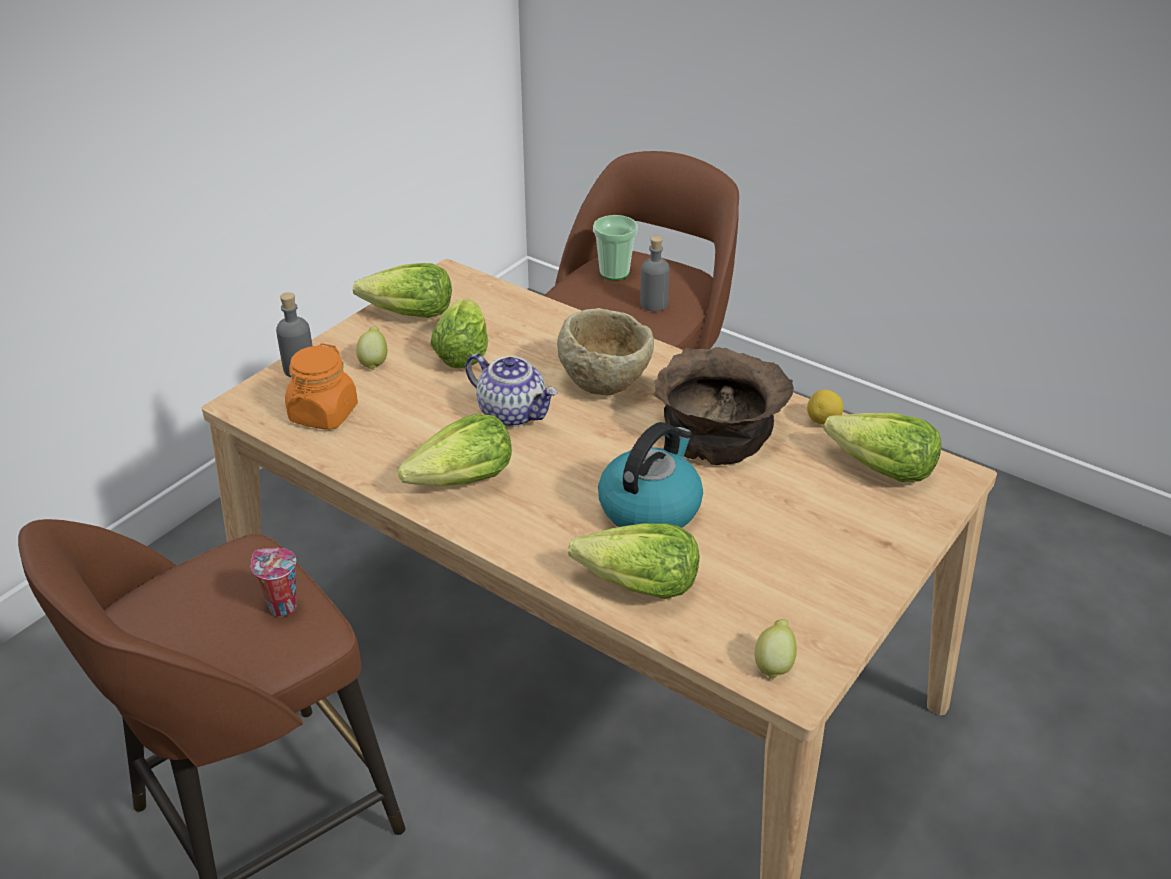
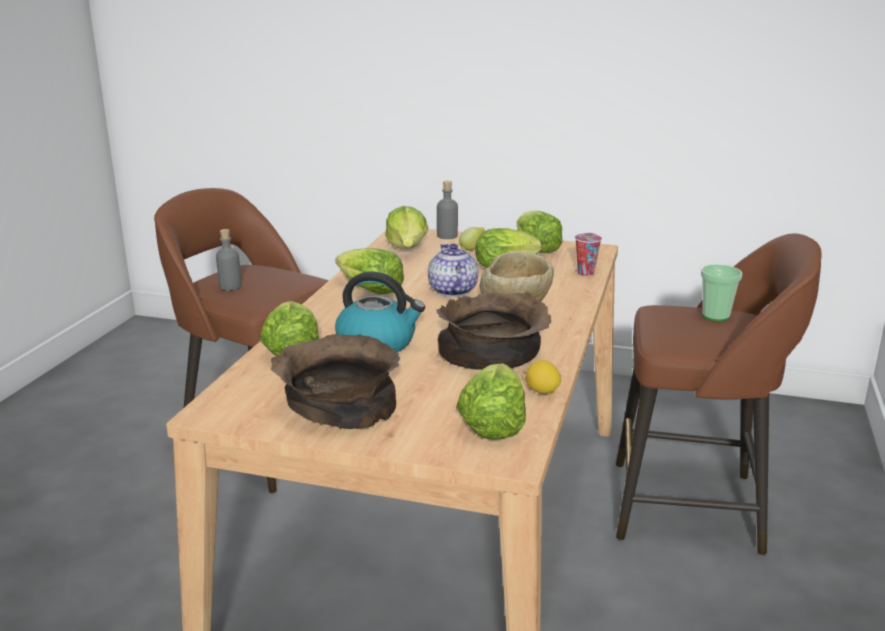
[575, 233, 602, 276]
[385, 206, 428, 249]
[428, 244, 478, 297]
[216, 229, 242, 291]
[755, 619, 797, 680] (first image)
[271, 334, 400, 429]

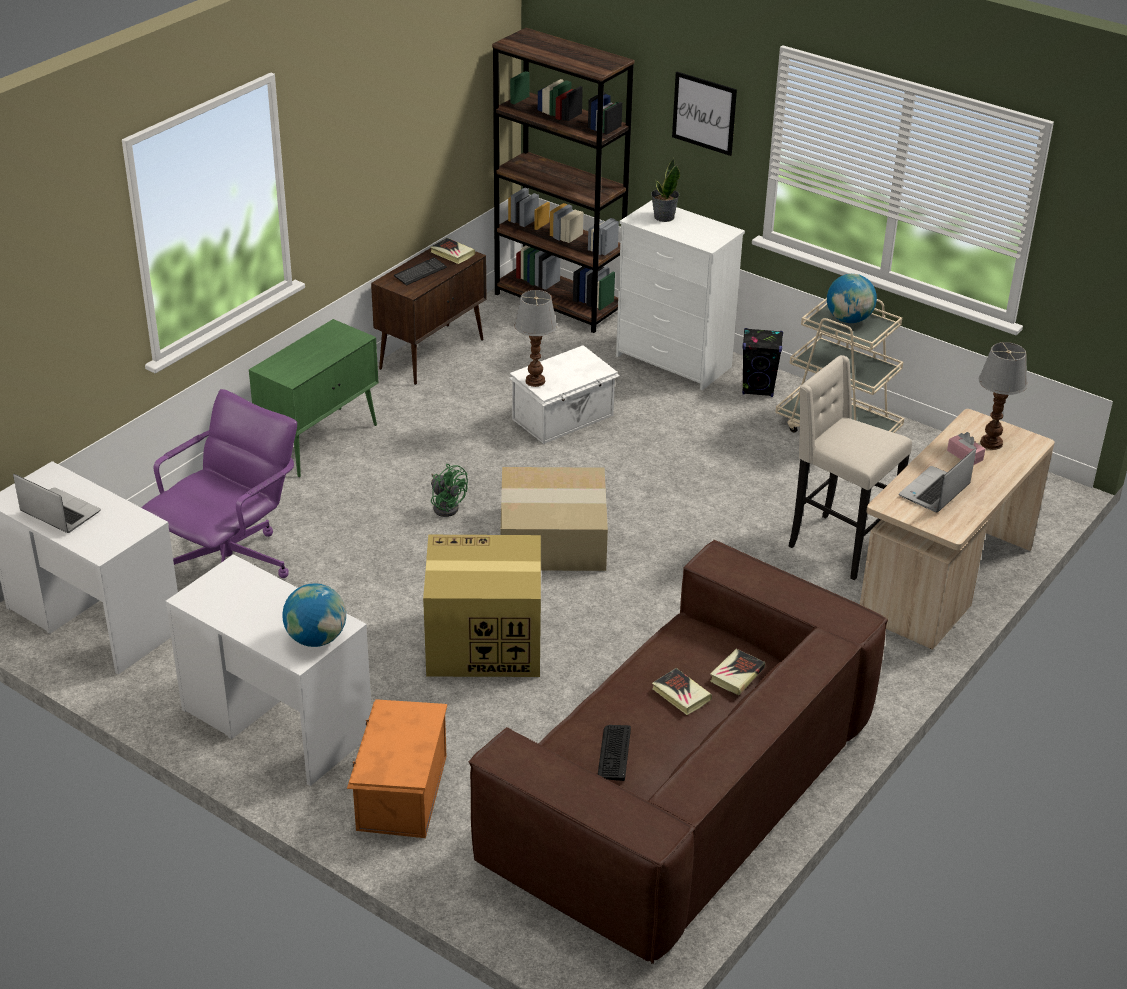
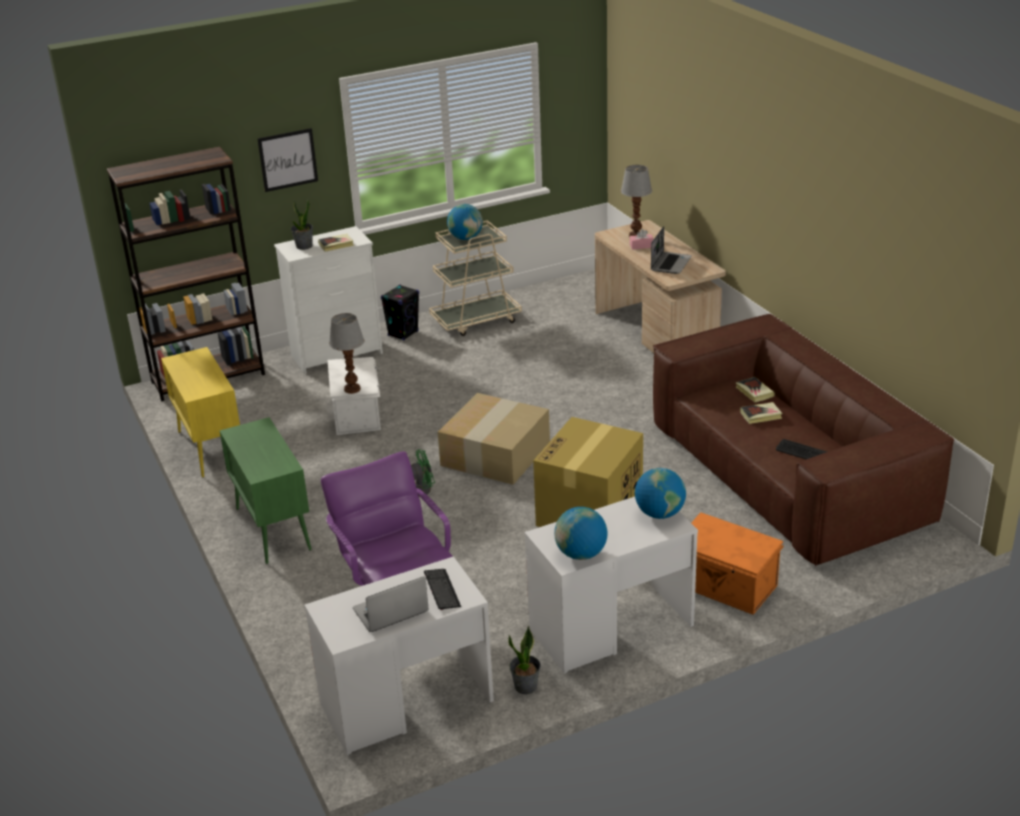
[161, 347, 240, 478]
[424, 569, 461, 610]
[318, 234, 354, 252]
[789, 355, 912, 580] (first image)
[651, 226, 692, 274]
[508, 626, 541, 694]
[554, 507, 607, 560]

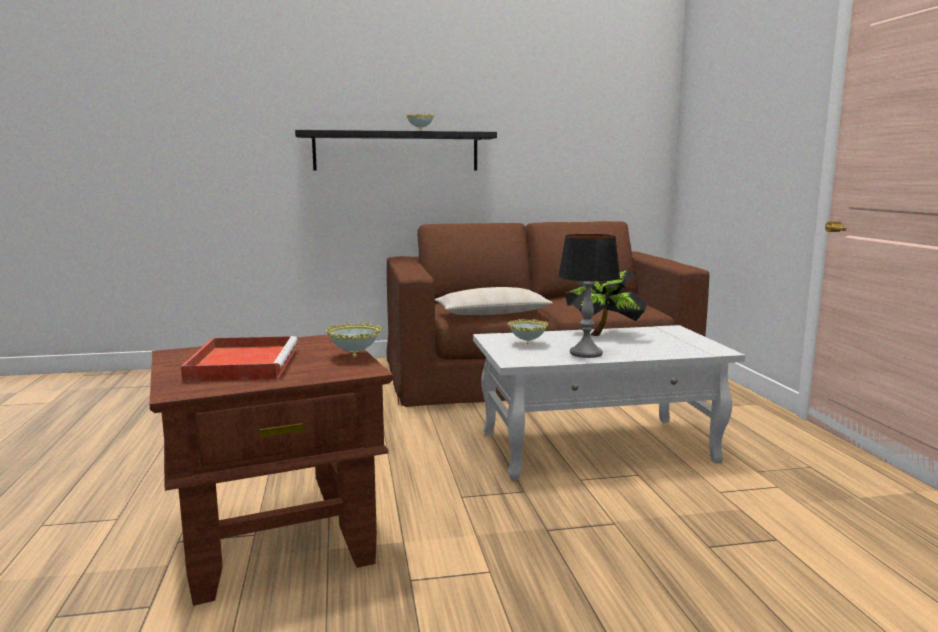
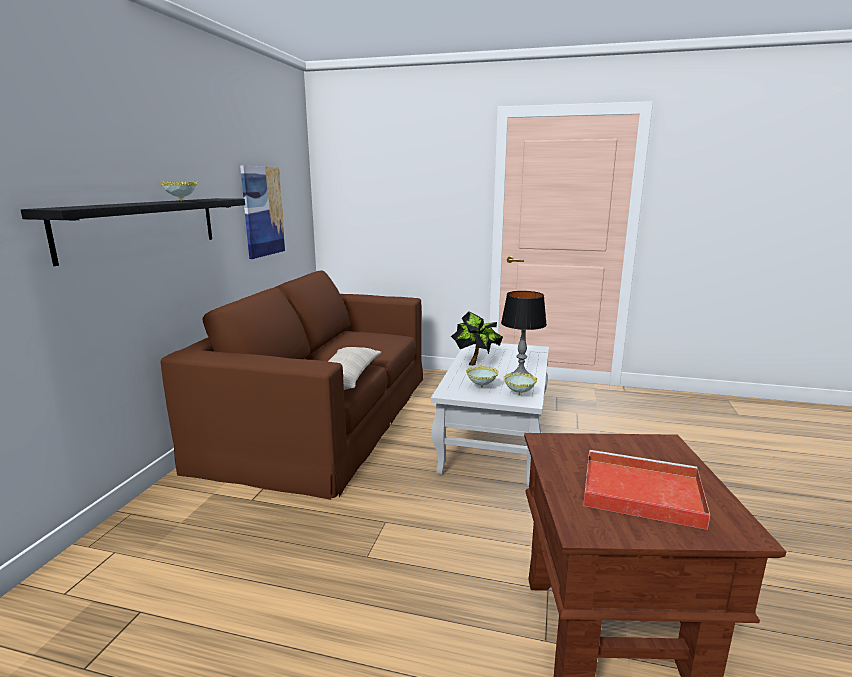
[503, 372, 537, 395]
[240, 166, 286, 259]

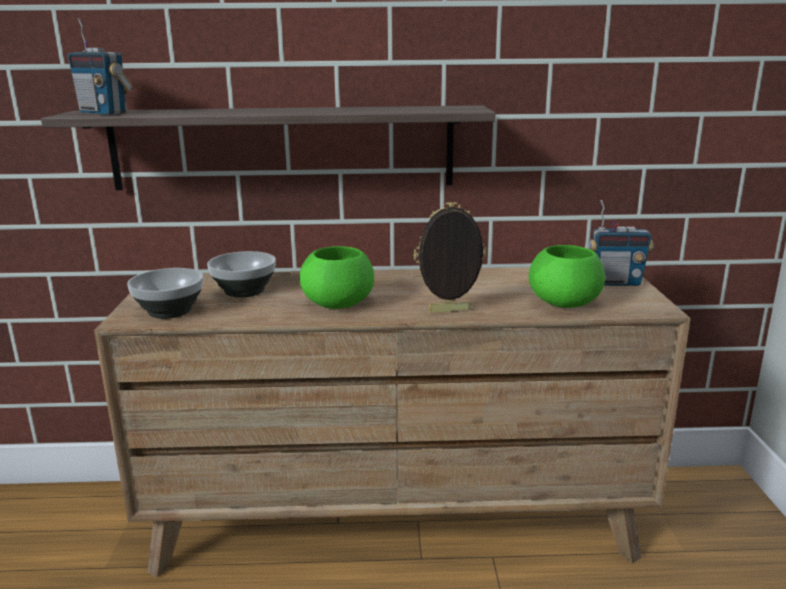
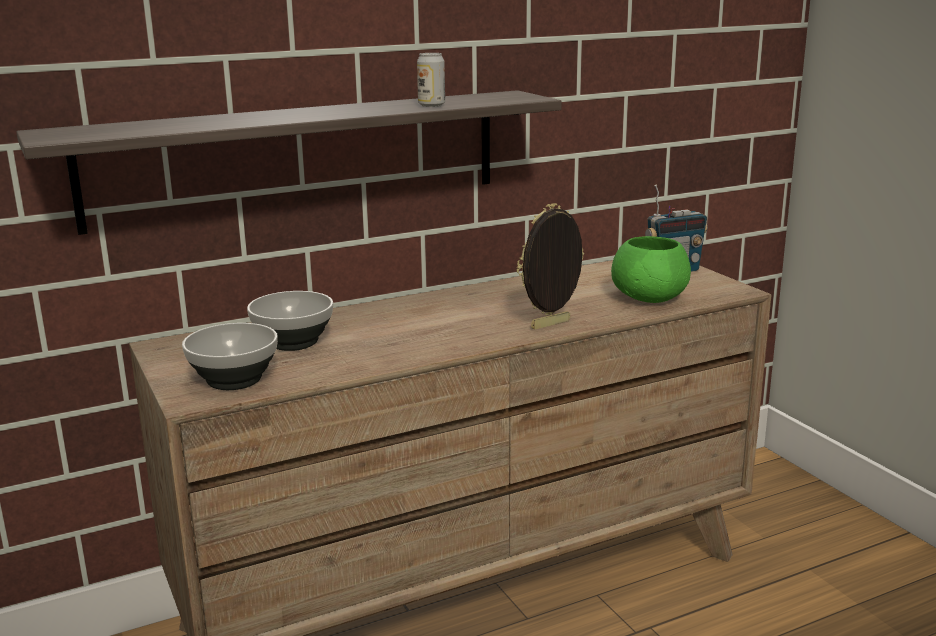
[68, 18, 133, 115] (first image)
[299, 246, 374, 309] (first image)
[417, 53, 445, 107]

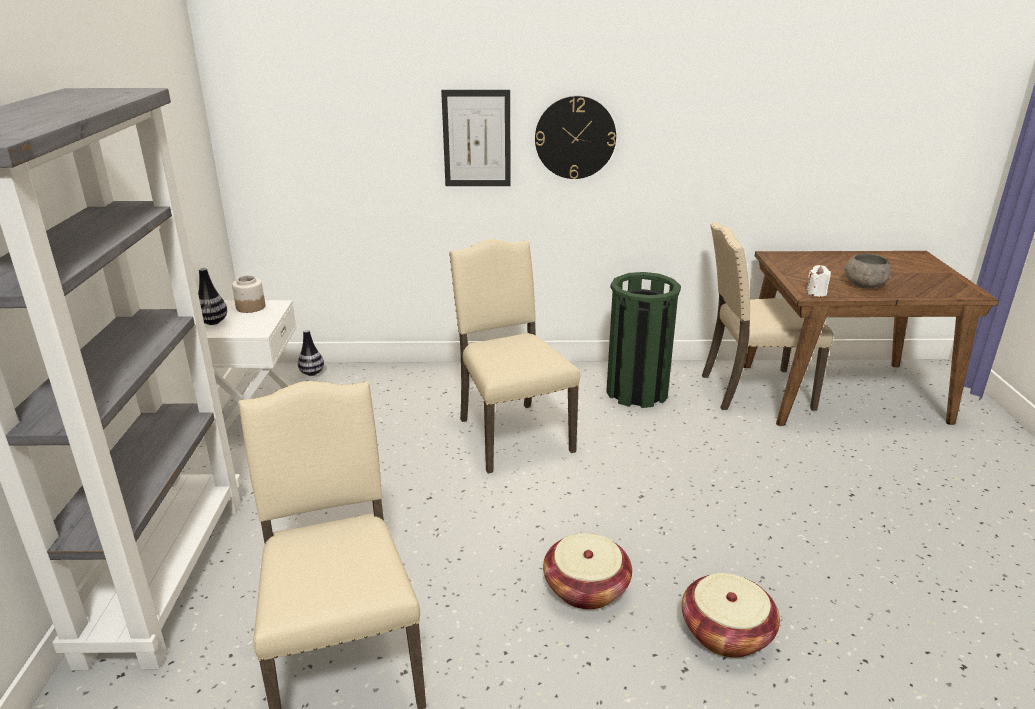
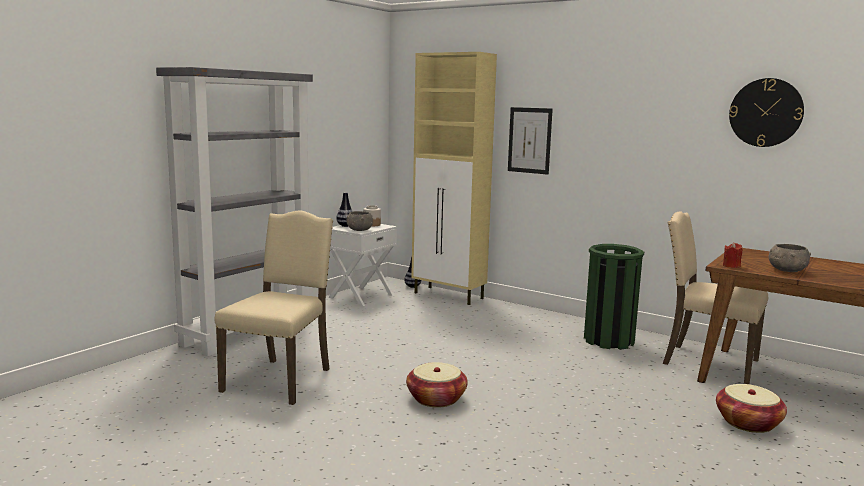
[449, 239, 580, 473] (first image)
[729, 78, 804, 147]
[716, 384, 787, 433]
[723, 242, 743, 268]
[346, 211, 373, 231]
[411, 52, 497, 305]

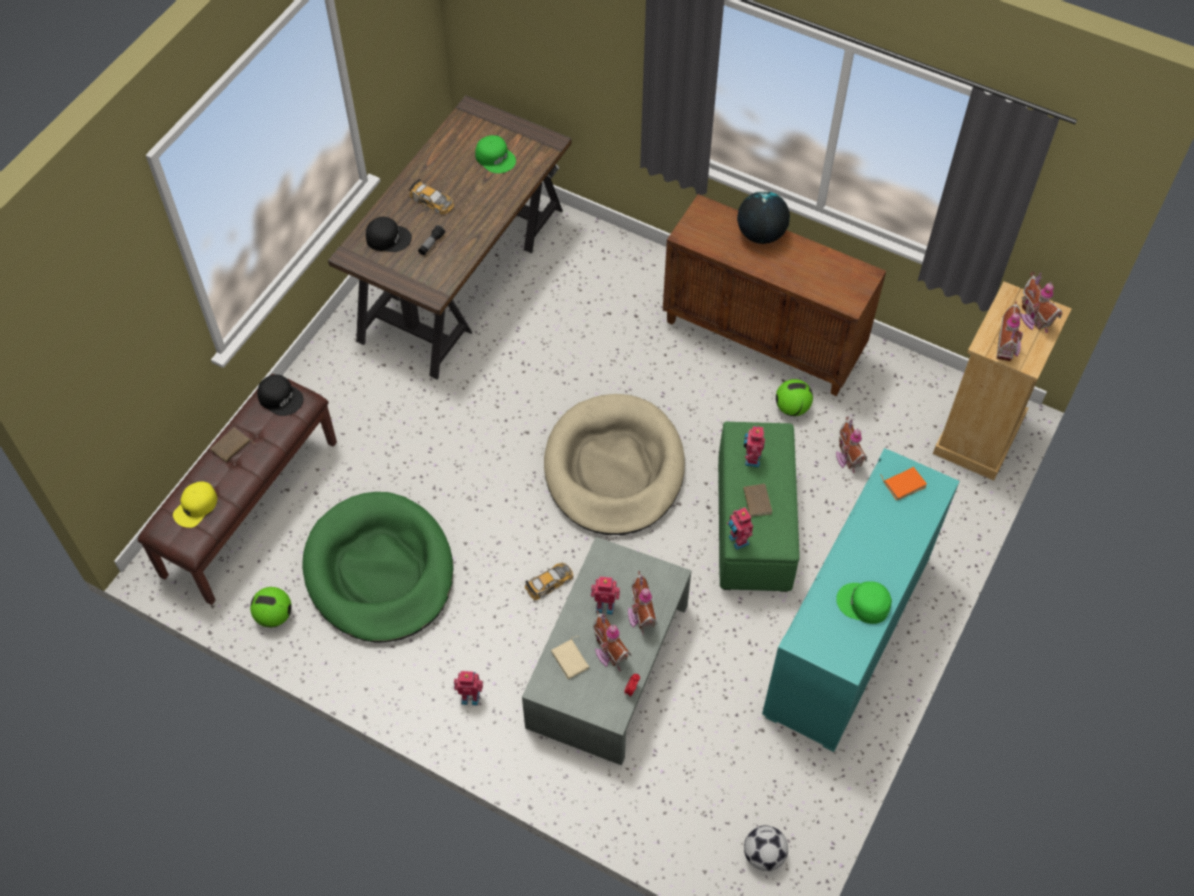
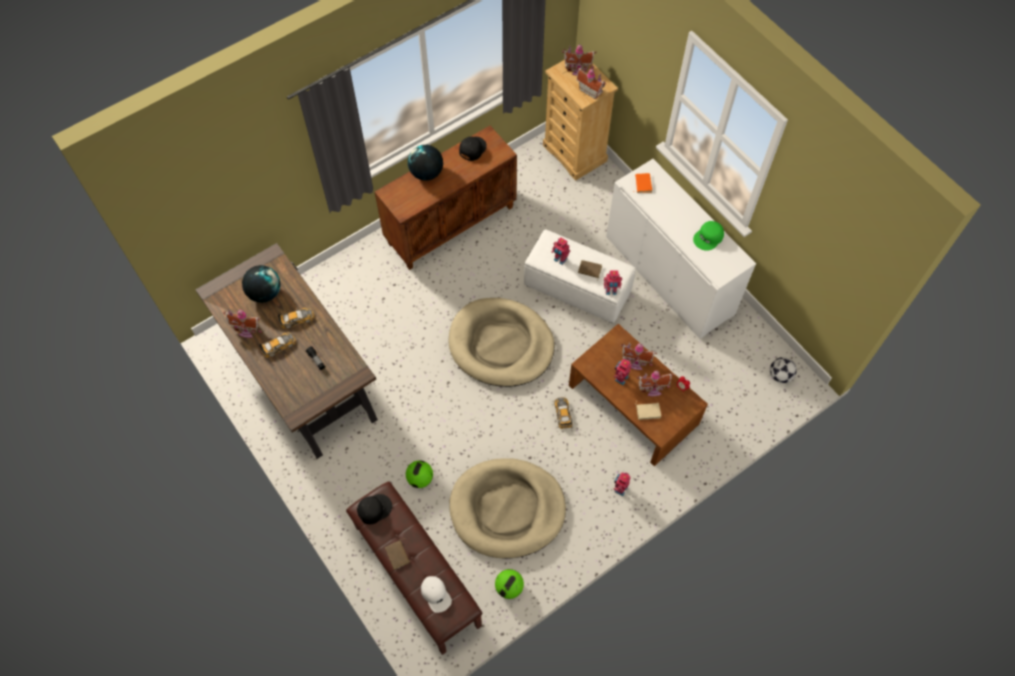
[421, 576, 452, 613]
[449, 458, 566, 559]
[459, 137, 487, 161]
[242, 265, 281, 303]
[569, 324, 708, 466]
[524, 230, 636, 323]
[606, 159, 756, 339]
[406, 461, 433, 488]
[223, 309, 262, 338]
[278, 308, 314, 329]

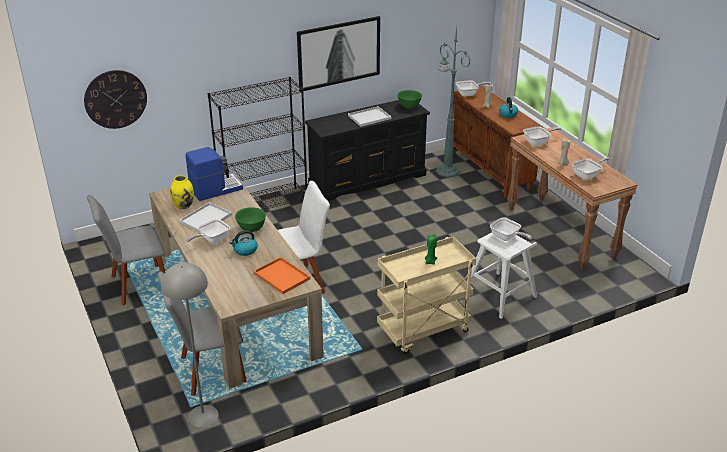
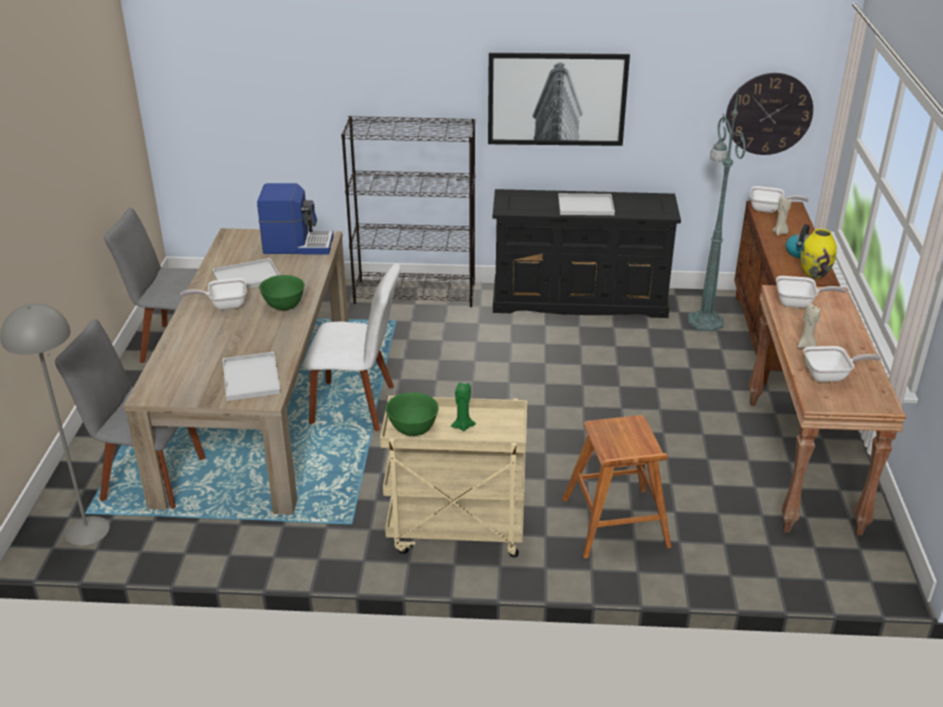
[726, 73, 813, 155]
[801, 229, 837, 279]
[229, 230, 258, 256] (first image)
[223, 352, 281, 401]
[386, 392, 439, 436]
[563, 415, 671, 559]
[490, 217, 532, 241] (first image)

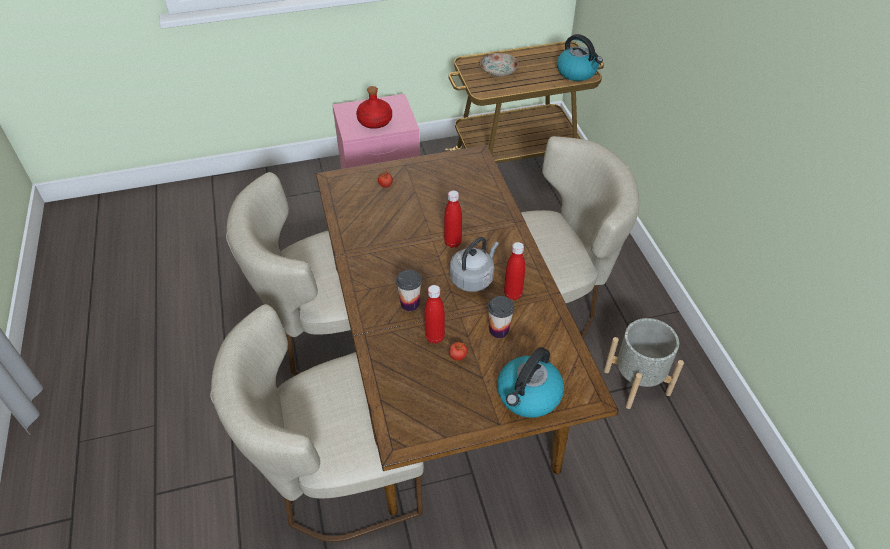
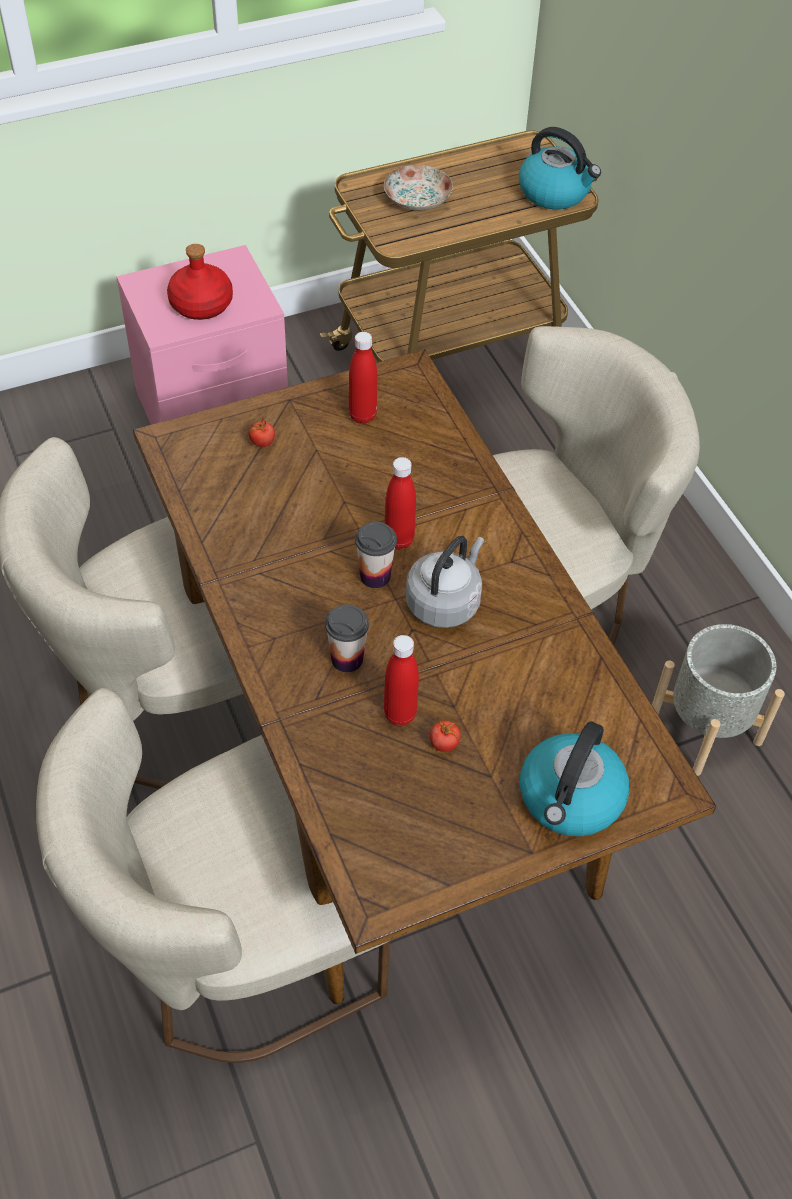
[355, 522, 397, 588]
[349, 332, 377, 424]

